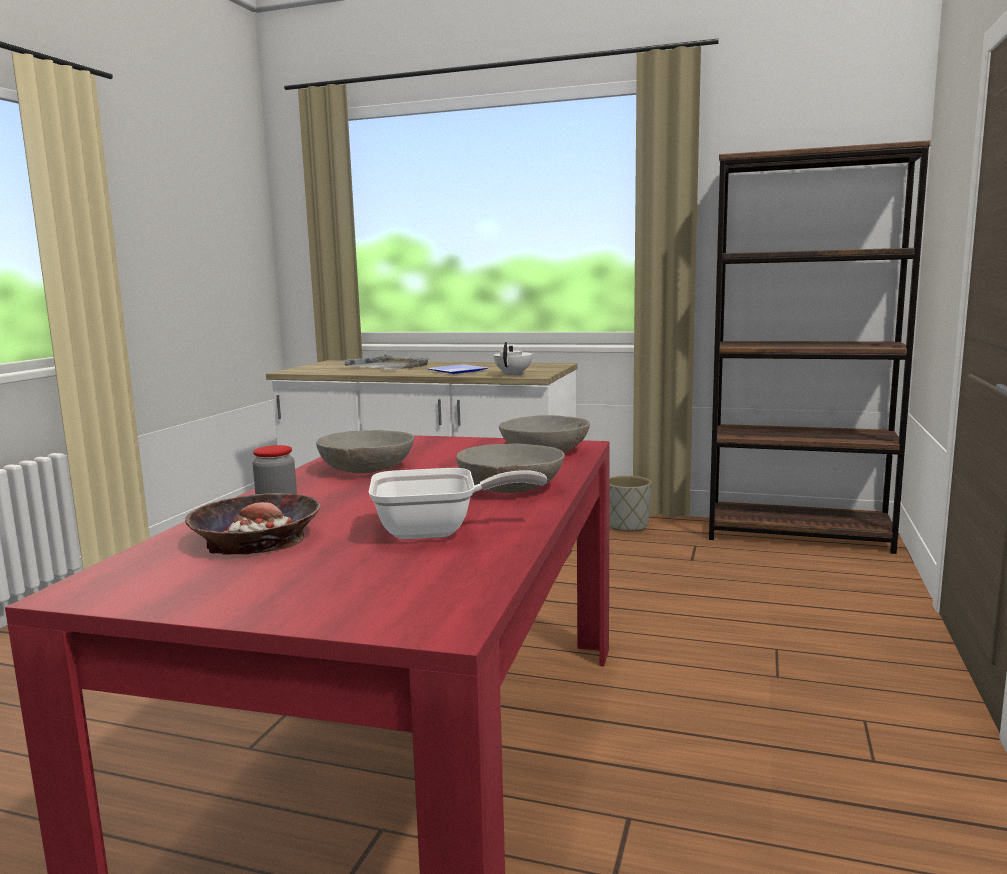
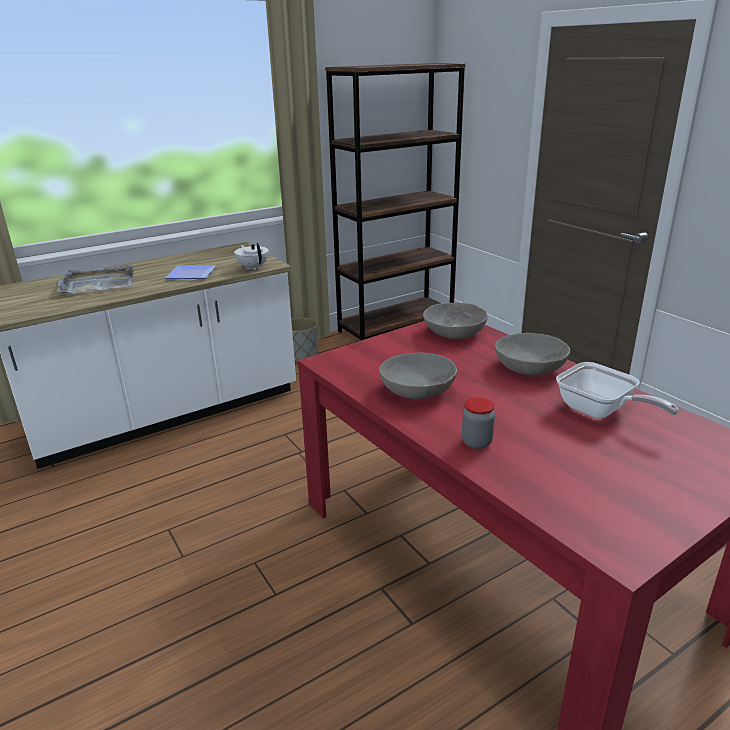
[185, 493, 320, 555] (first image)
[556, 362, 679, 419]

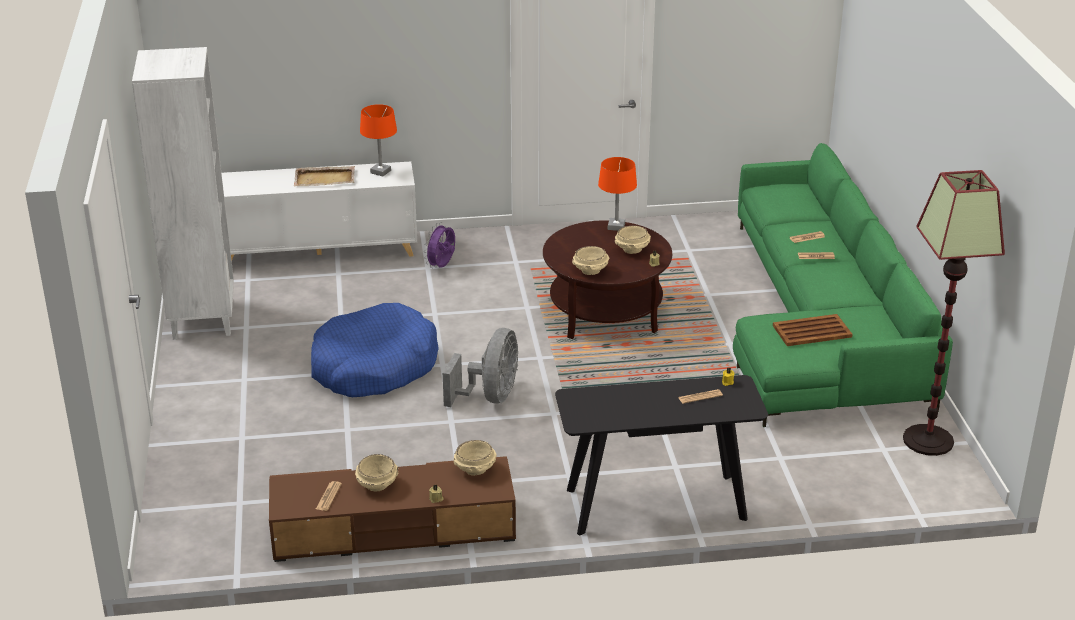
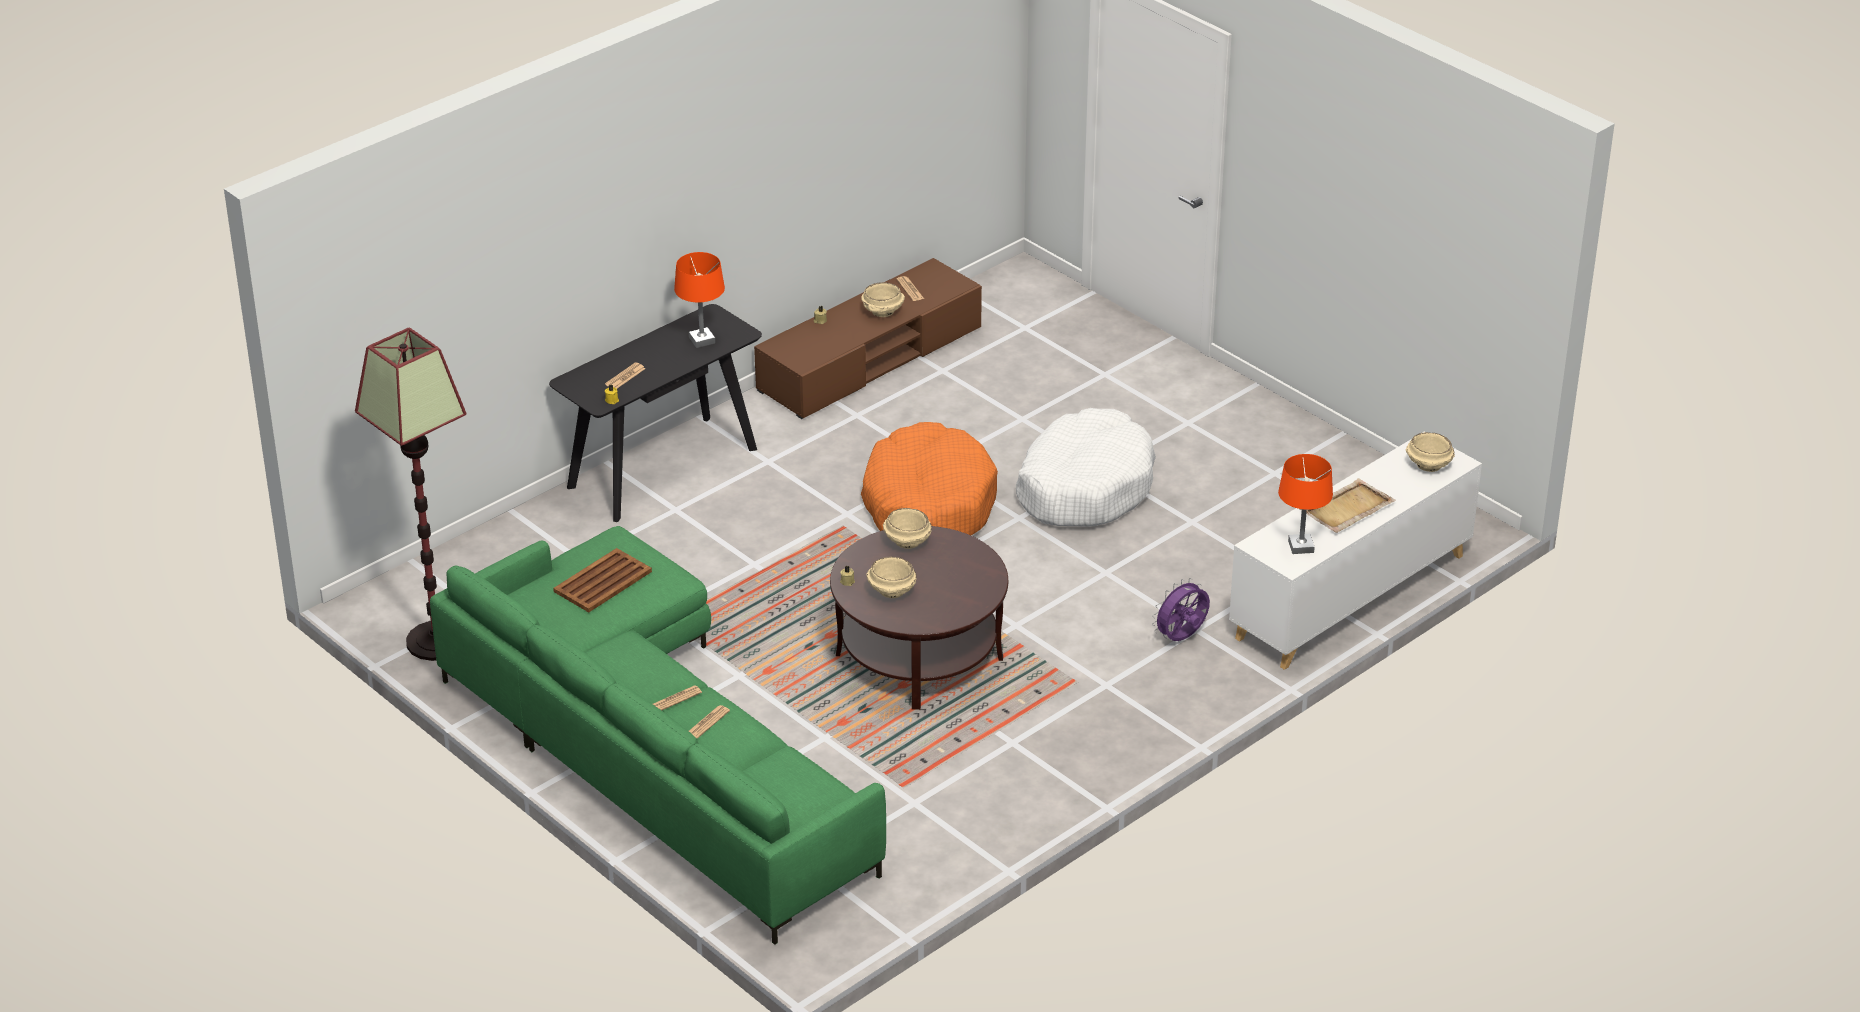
[132, 47, 234, 340] (first image)
[1016, 408, 1156, 527]
[1152, 578, 1210, 641]
[861, 422, 998, 535]
[1406, 432, 1455, 472]
[674, 252, 725, 348]

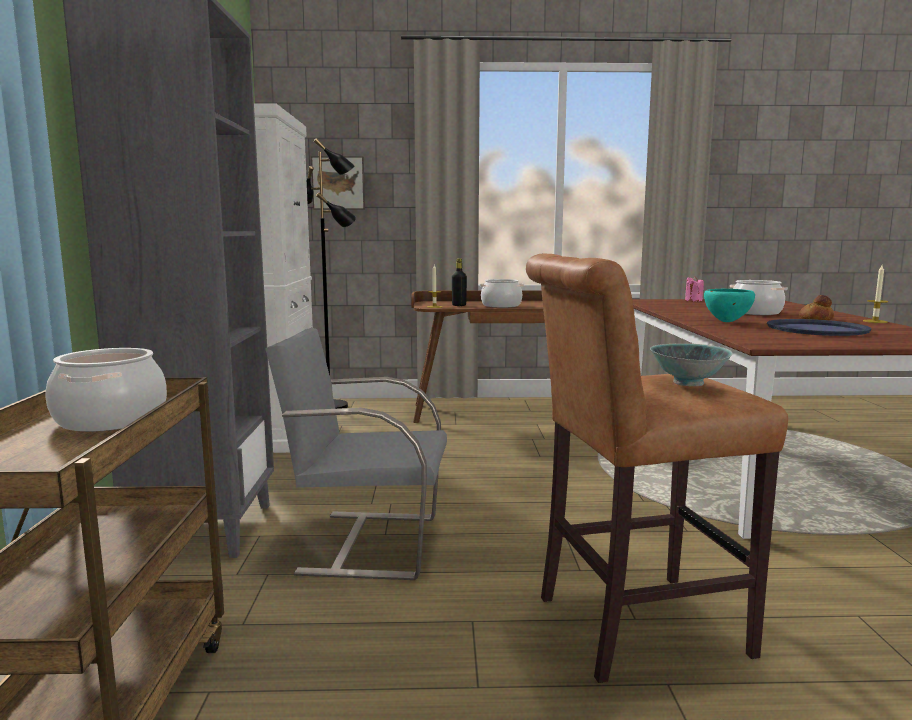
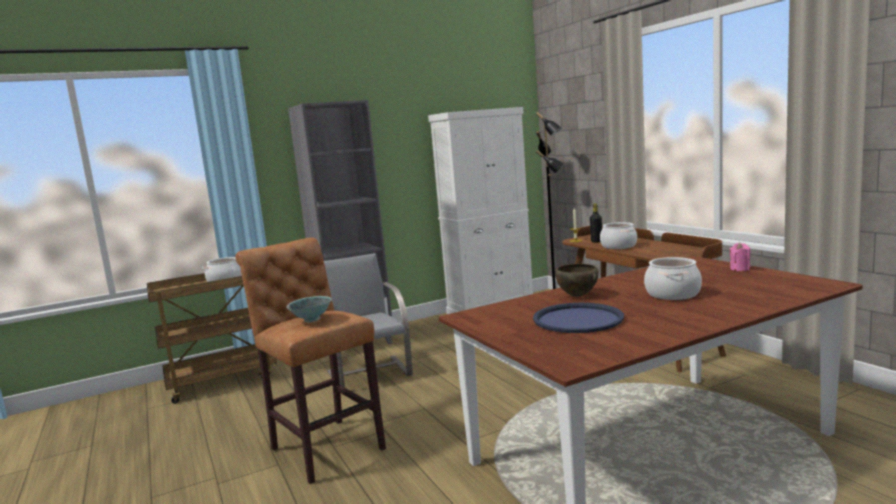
[311, 156, 365, 209] (first image)
[555, 264, 599, 297]
[799, 295, 834, 320] (first image)
[863, 265, 888, 323] (first image)

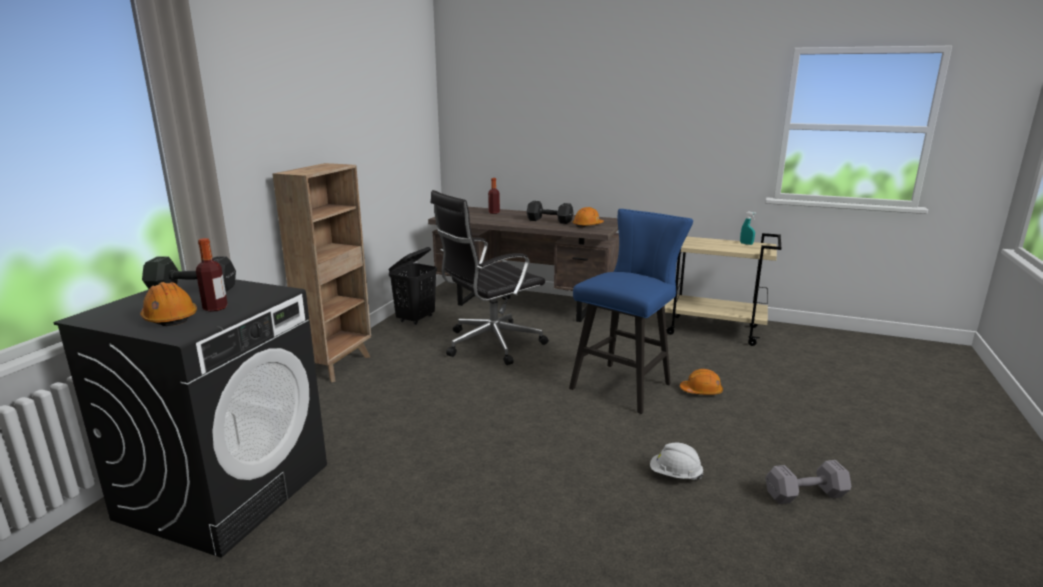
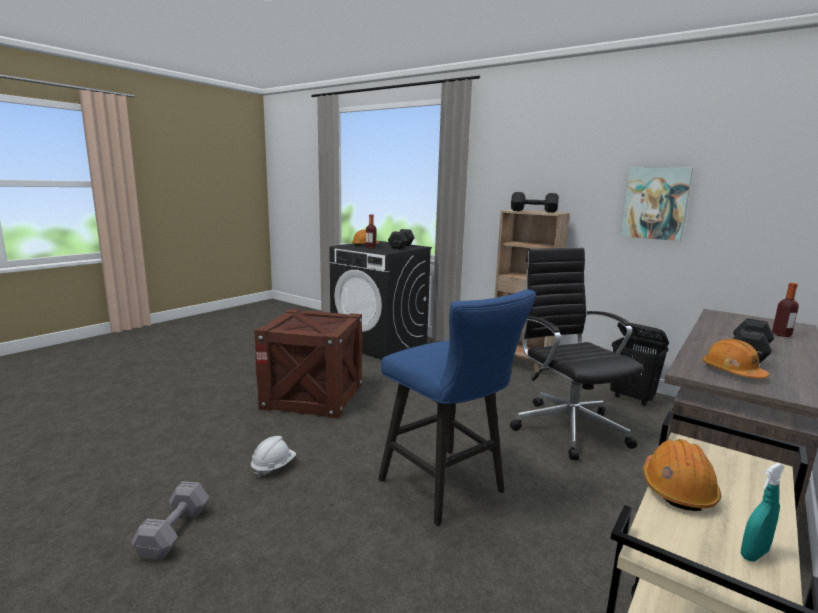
[643, 439, 721, 511]
[254, 309, 363, 419]
[511, 192, 559, 213]
[621, 167, 693, 241]

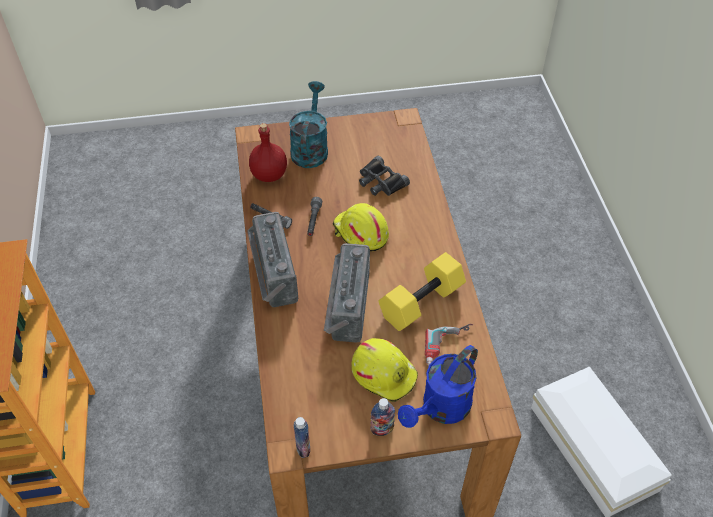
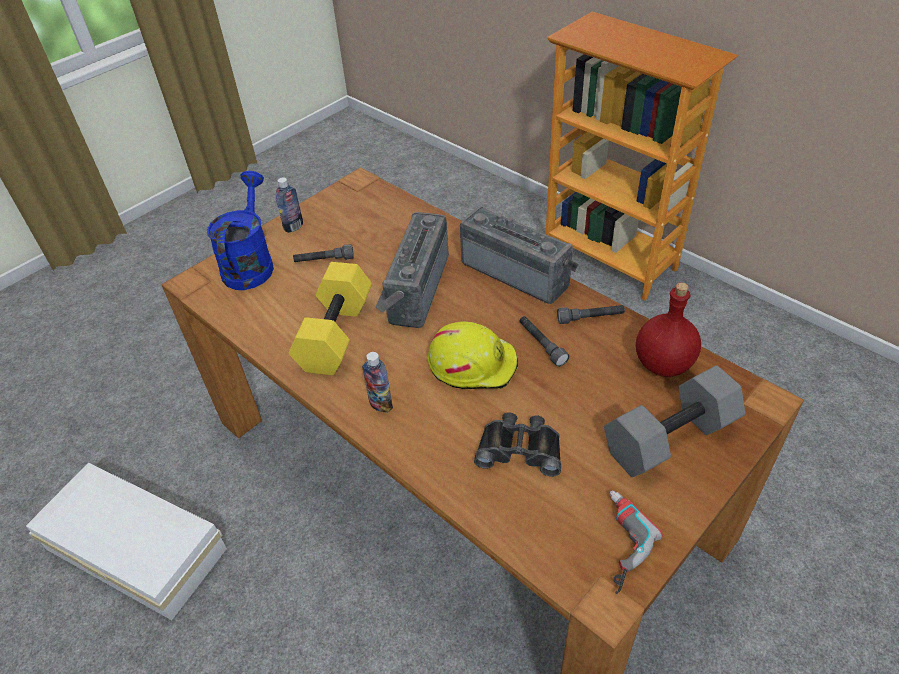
[604, 365, 745, 477]
[362, 352, 393, 413]
[376, 212, 449, 328]
[293, 244, 354, 262]
[609, 490, 663, 594]

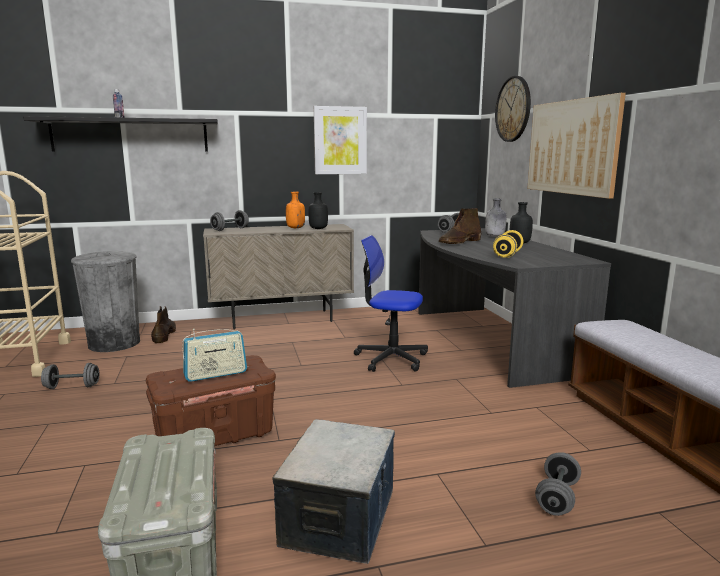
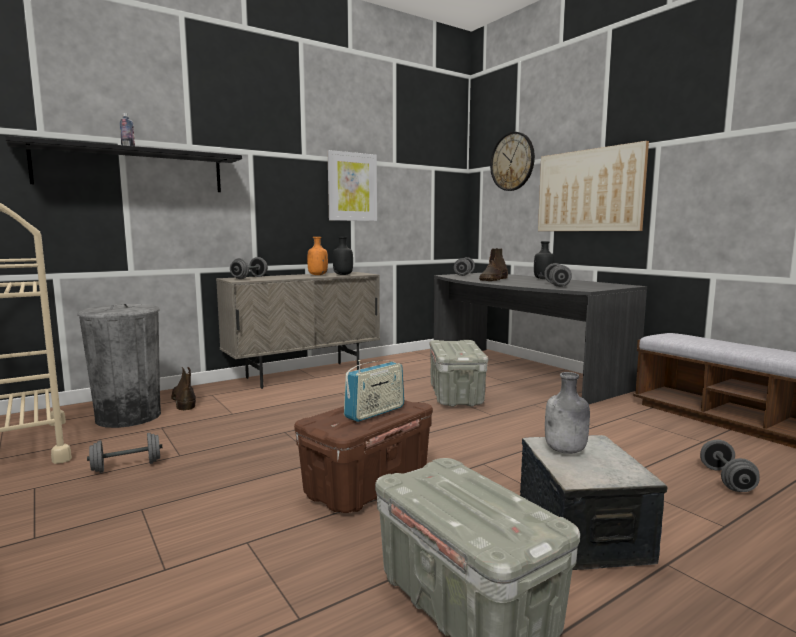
[430, 340, 488, 407]
[545, 372, 590, 454]
[544, 263, 572, 287]

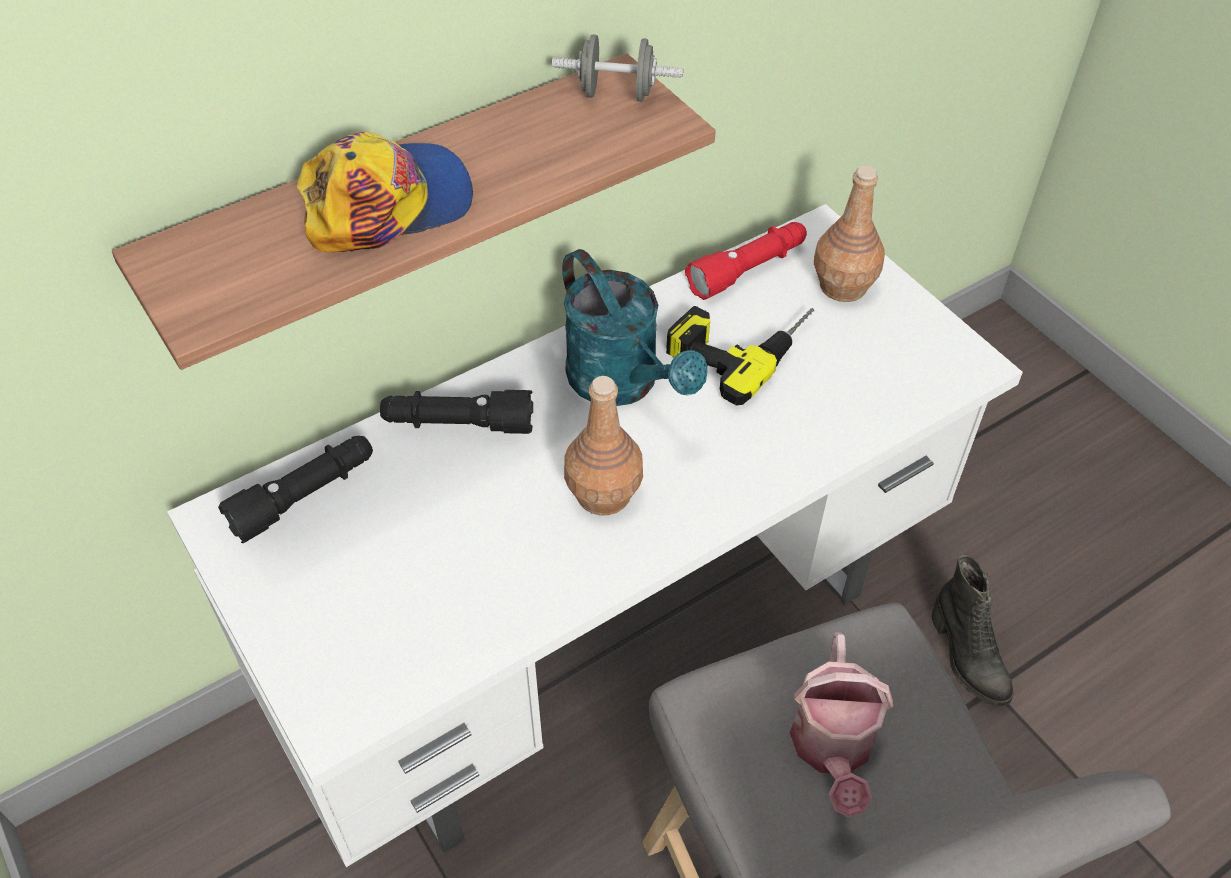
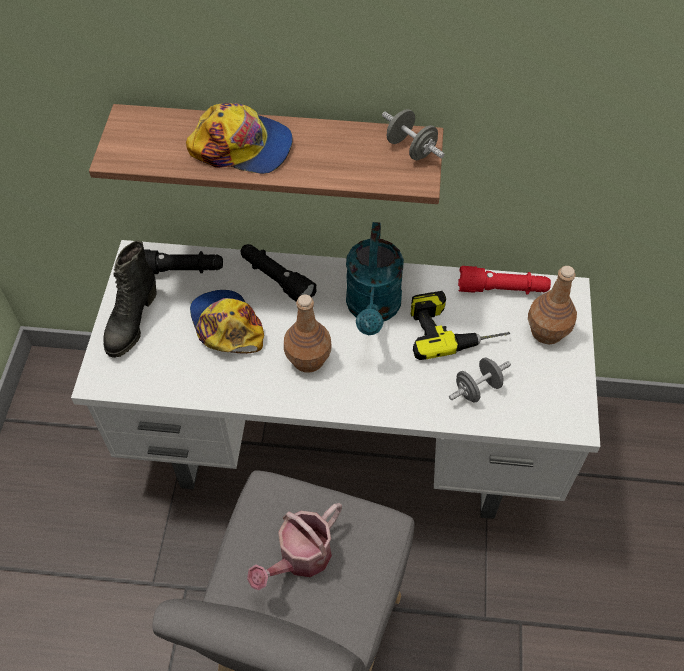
[103, 240, 157, 358]
[190, 290, 264, 354]
[449, 358, 511, 403]

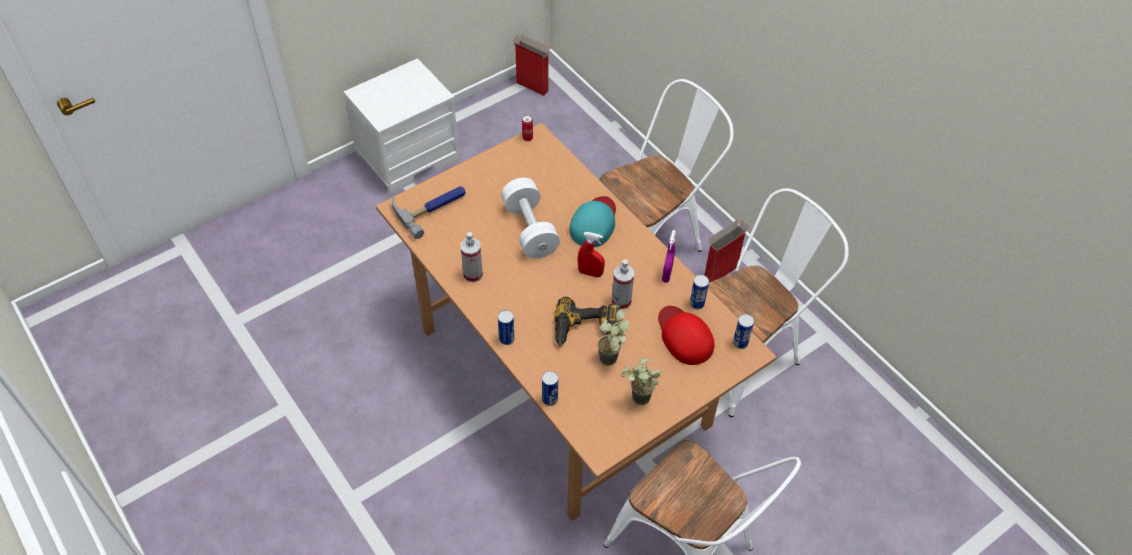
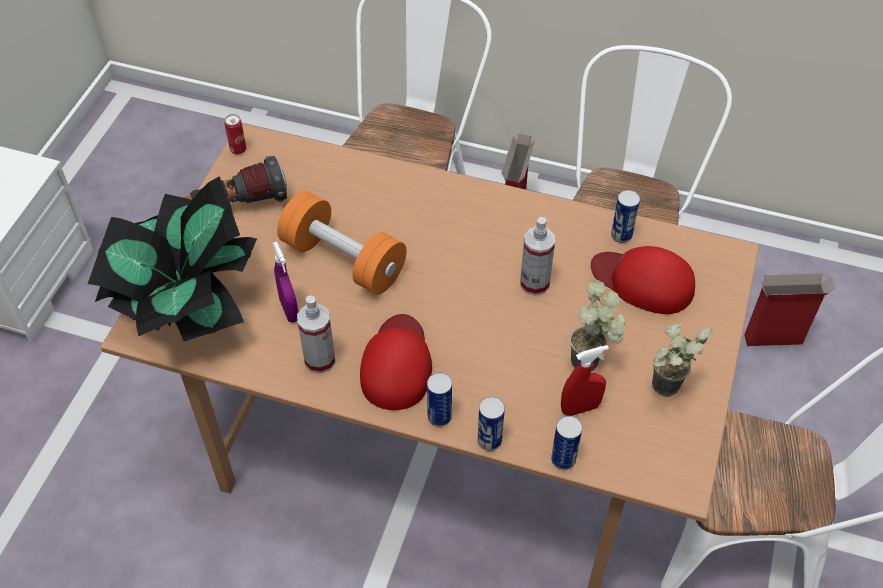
[88, 176, 257, 341]
[277, 191, 407, 295]
[744, 273, 835, 346]
[555, 297, 621, 347] (first image)
[570, 196, 616, 247] (first image)
[561, 345, 609, 416]
[273, 241, 299, 323]
[477, 397, 505, 451]
[184, 156, 287, 203]
[360, 314, 432, 410]

